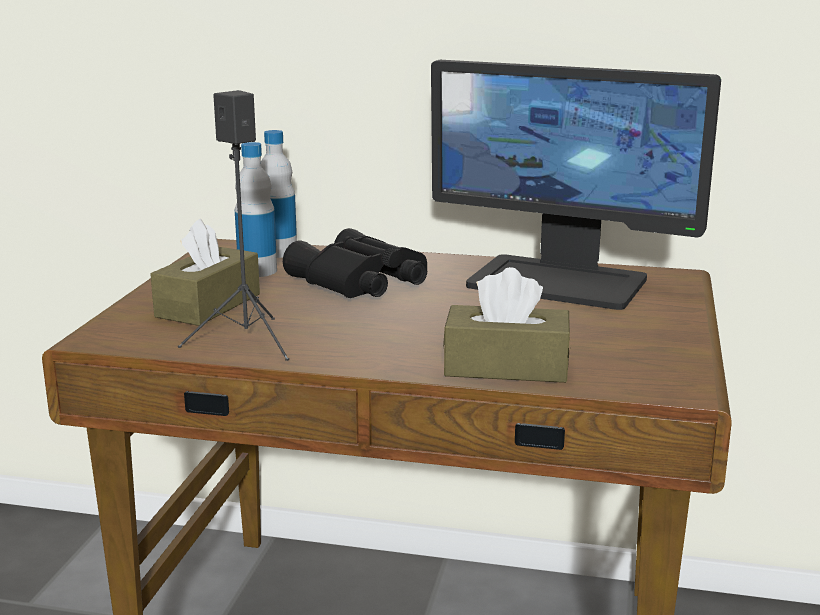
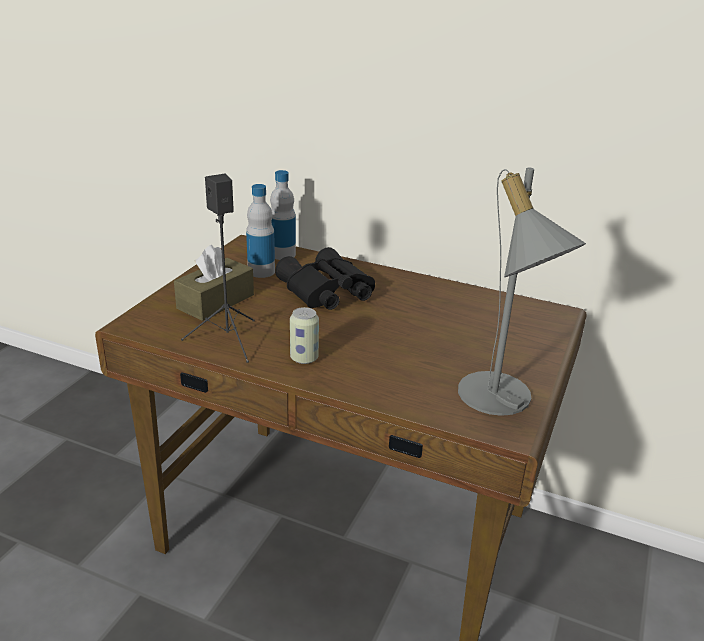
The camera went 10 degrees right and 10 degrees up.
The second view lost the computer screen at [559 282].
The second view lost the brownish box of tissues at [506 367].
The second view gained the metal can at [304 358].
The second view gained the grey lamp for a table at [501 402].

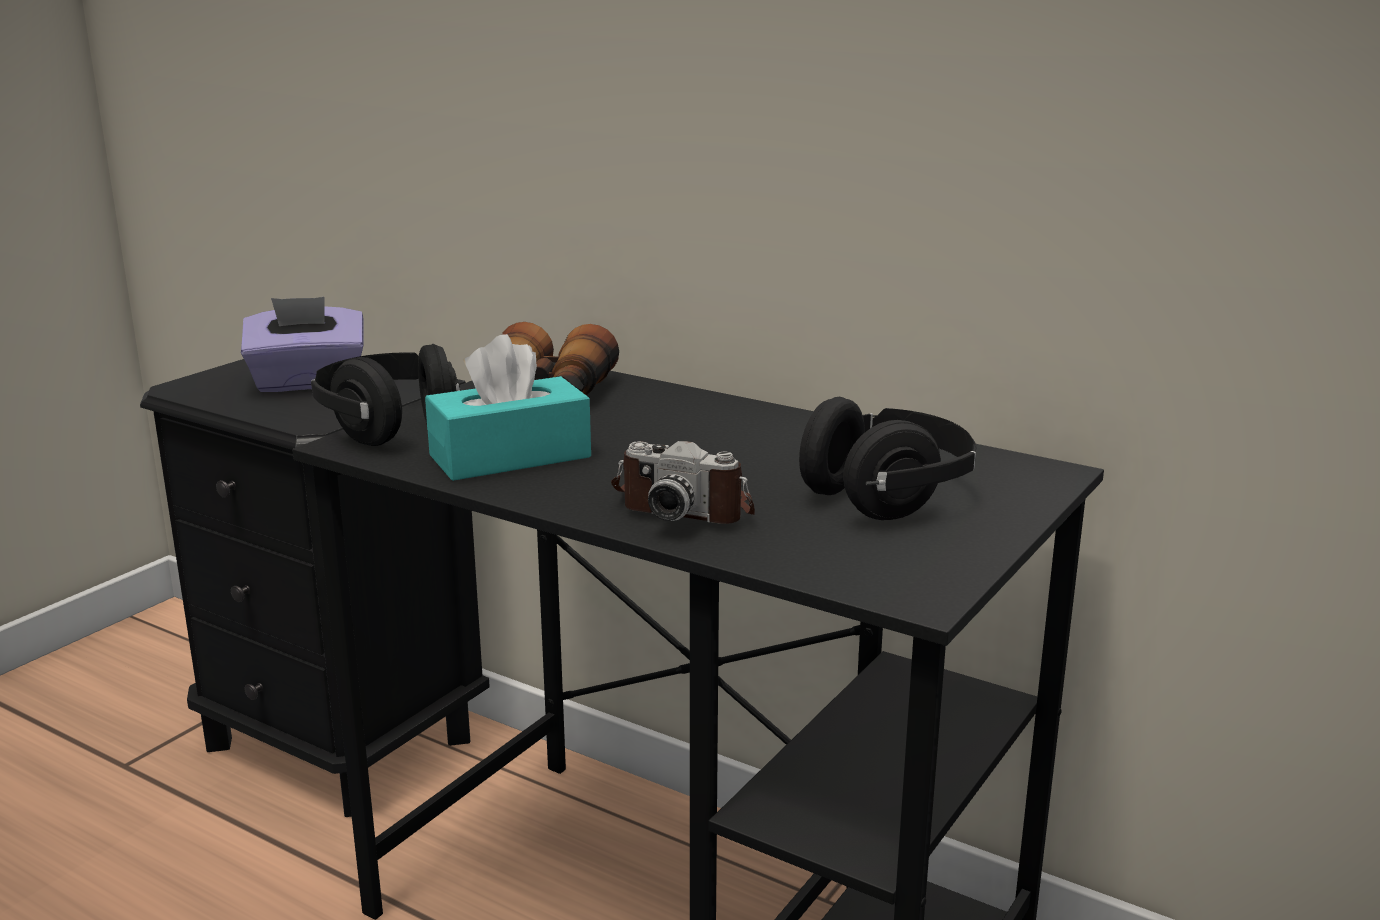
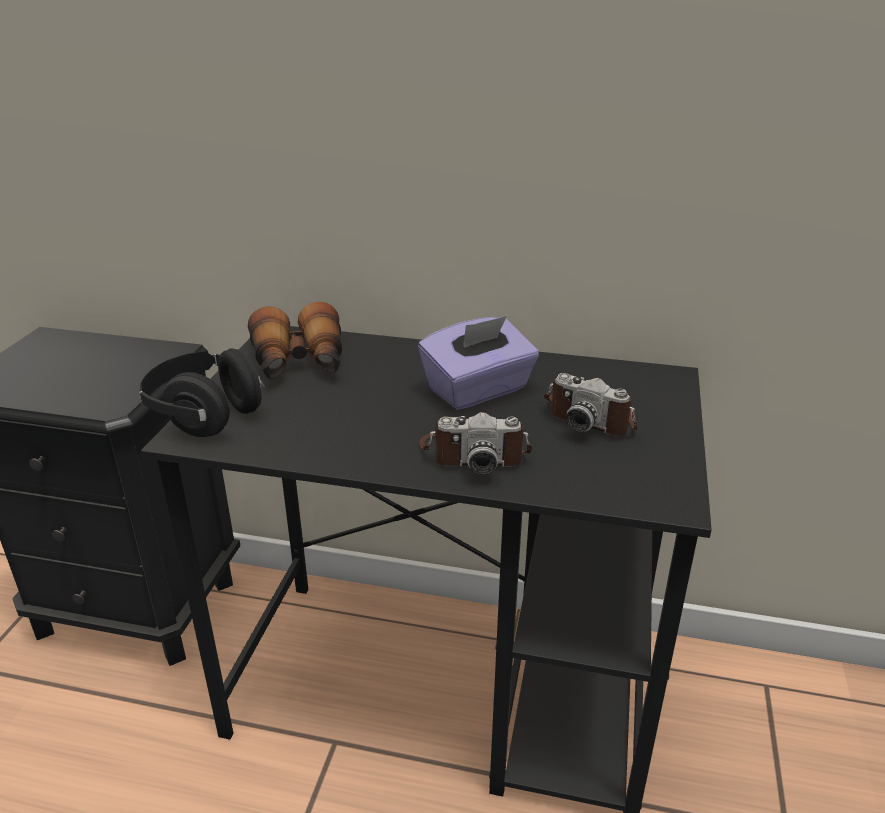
The camera went 20 degrees left and 10 degrees up.
The second view lost the blue-green box of tissues at [510 456].
The purplish box of tissues ended up elsewhere, having gone from [308 382] to [478 390].
Where the black-coloured headset stood at [886 496], the still camera came to stand at [592 417].

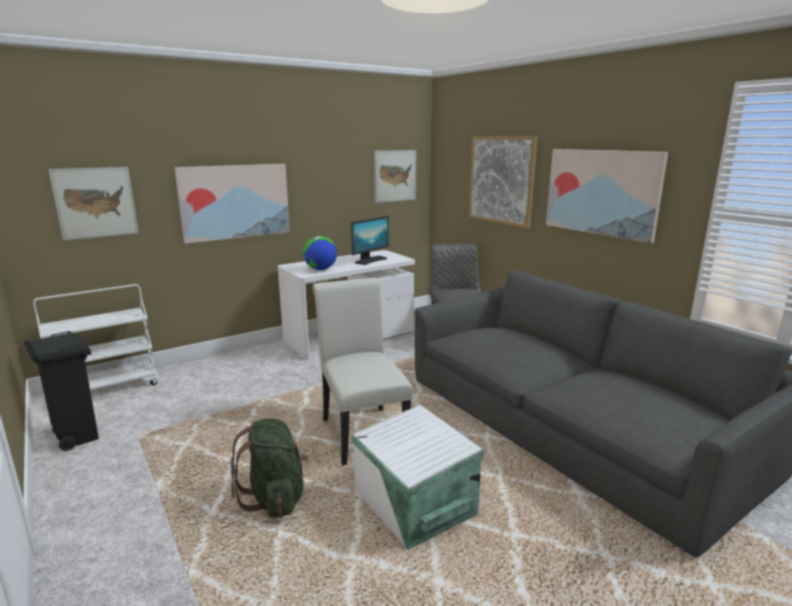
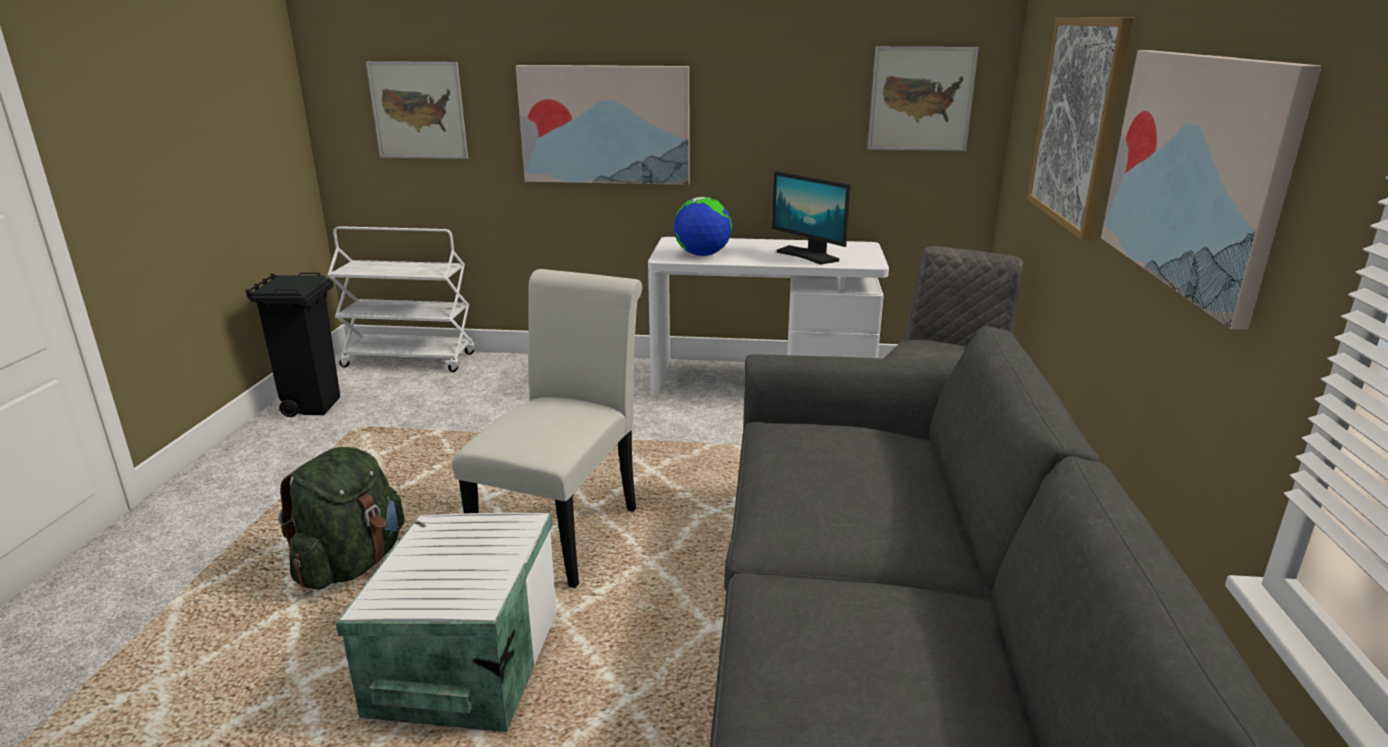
The camera went 40 degrees right and 5 degrees up.
The computer screen at [370 260] ended up facing another way, 60 degrees clockwise from before.

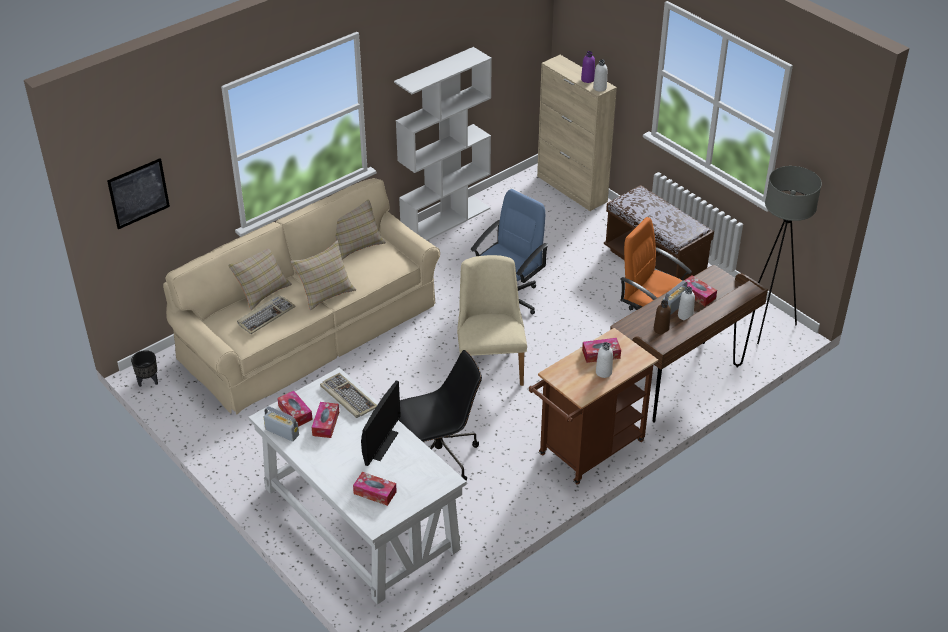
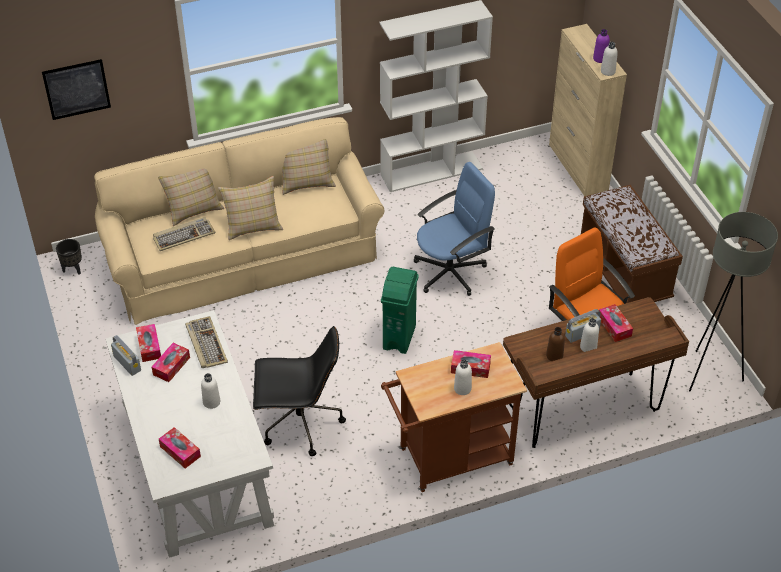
The camera went 20 degrees right and 5 degrees up.
Where the computer screen stood at [380 444], the whitish drink bottle came to stand at [211 402].
Where the sand-coloured plain chair stood at [490 363], the green-coloured rubbish bin came to stand at [399 337].

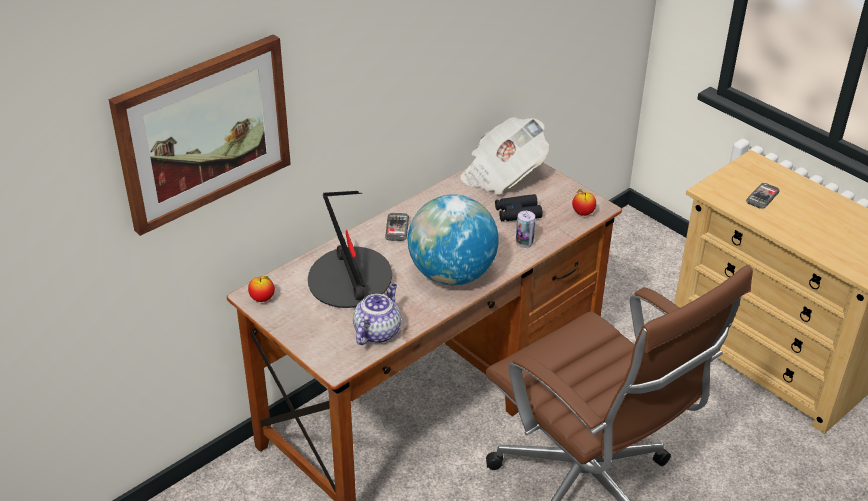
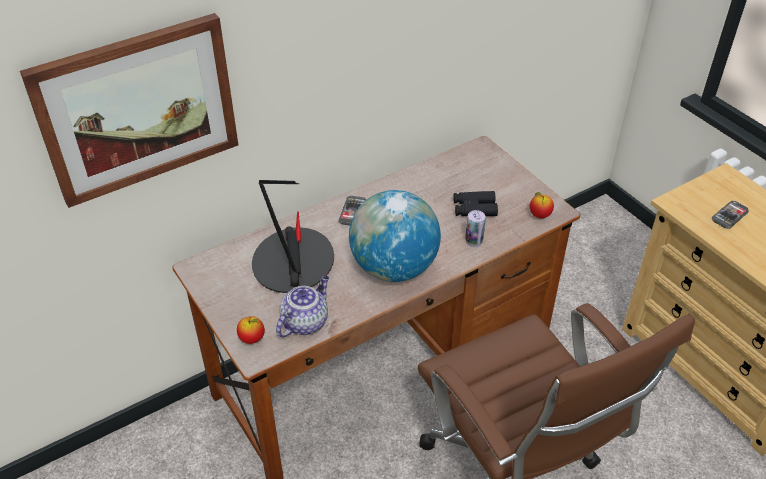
The camera went 10 degrees right and 5 degrees up.
The second view lost the daily paper at [502 174].
The apple fruit ended up elsewhere, having gone from [262 299] to [252 339].

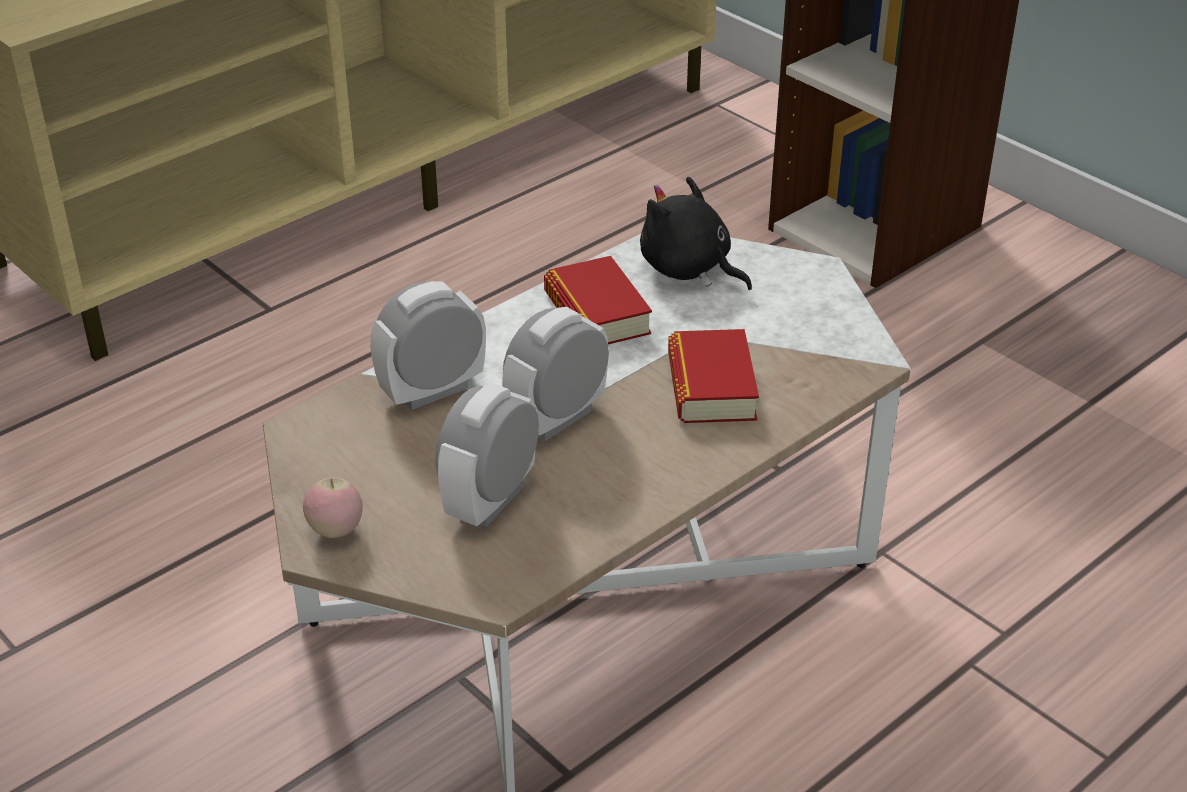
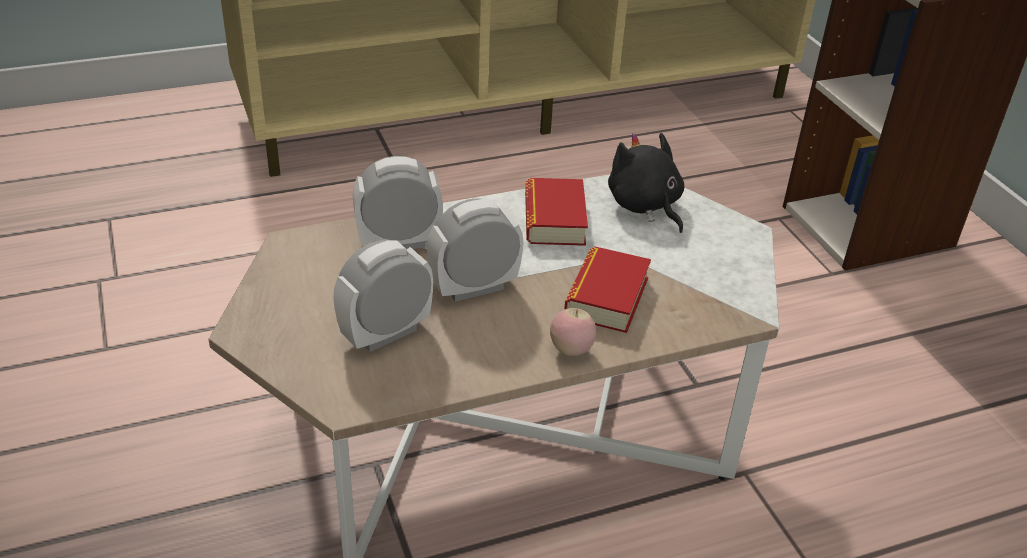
The camera went 20 degrees right and 0 degrees up.
The apple fruit ended up elsewhere, having gone from [336 531] to [571 350].

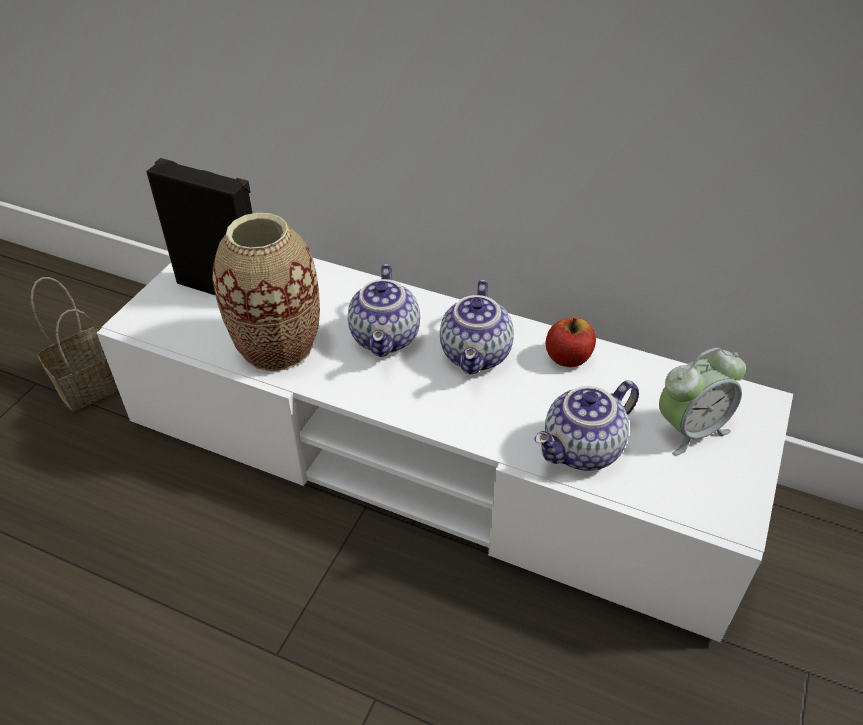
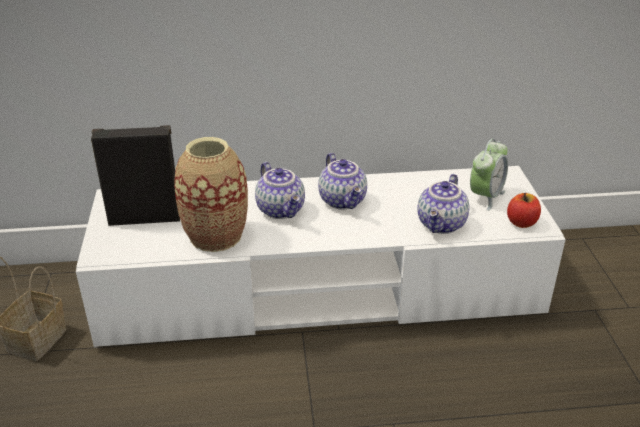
The camera went 30 degrees left and 10 degrees down.
The apple fruit ended up elsewhere, having gone from [568 358] to [521 222].

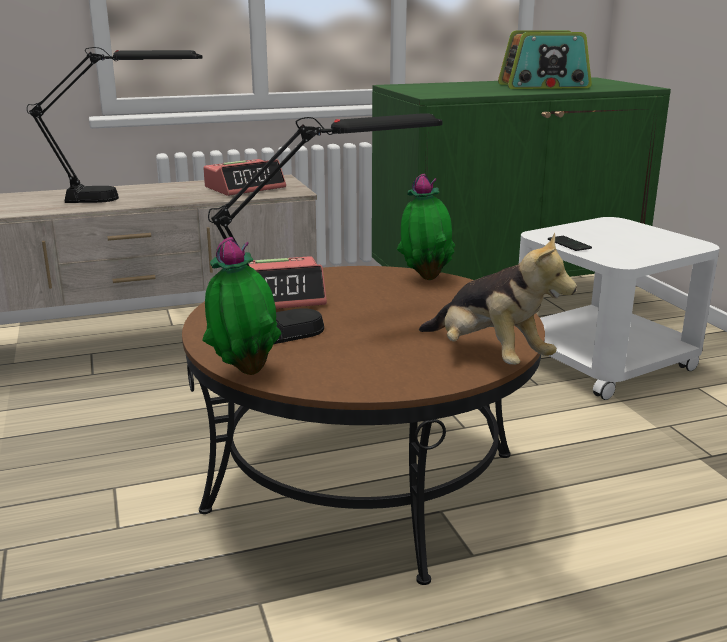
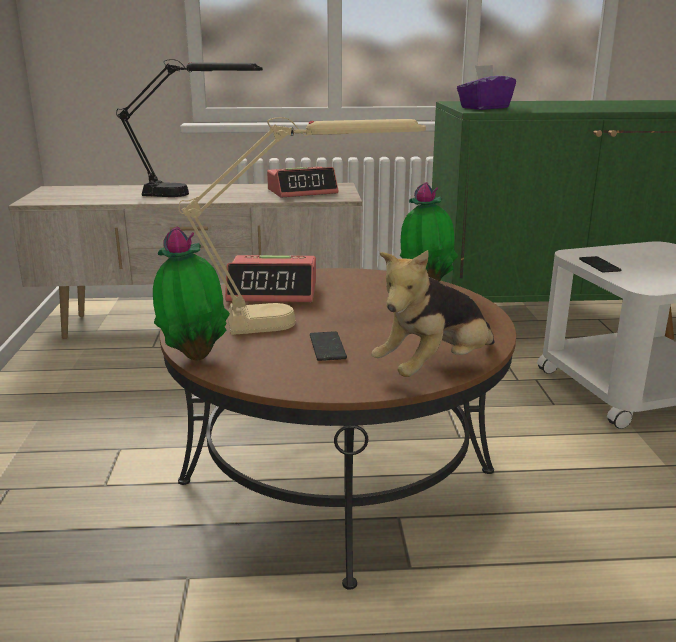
The camera went 15 degrees right and 0 degrees up.
The second view lost the radio set at [543 86].
The second view gained the phone at [327 347].
The second view gained the purplish box of tissues at [484 108].
What was the black-coloured lamp for a table at [332 323] turned into the sand-coloured lamp for a table at [306 320].
The plush toy at [488 357] ended up facing another way, 75 degrees clockwise from before.

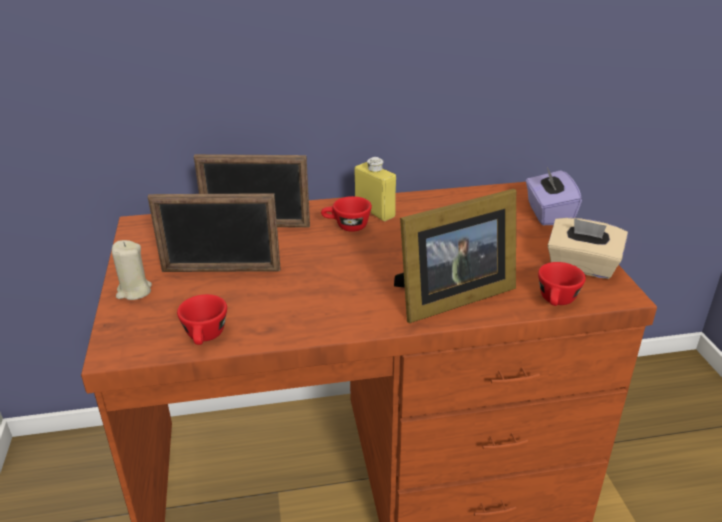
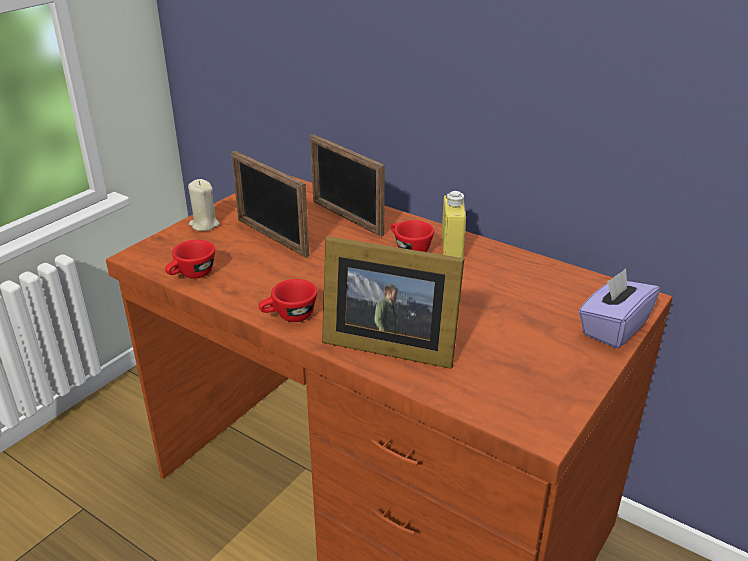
The camera went 45 degrees right and 0 degrees up.
The second view lost the sand-coloured box of tissues at [582 266].
The reddish drinking cup ended up elsewhere, having gone from [557 301] to [289 316].

